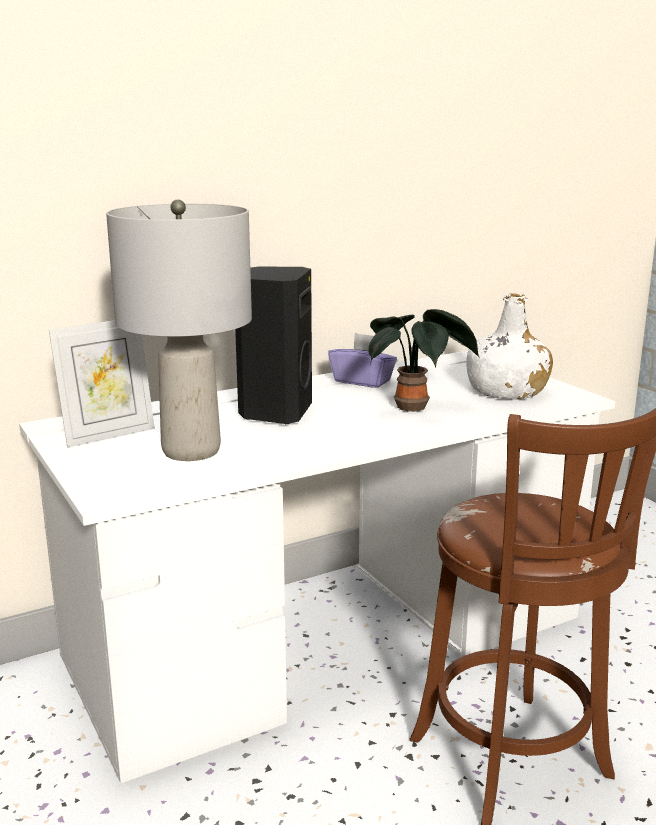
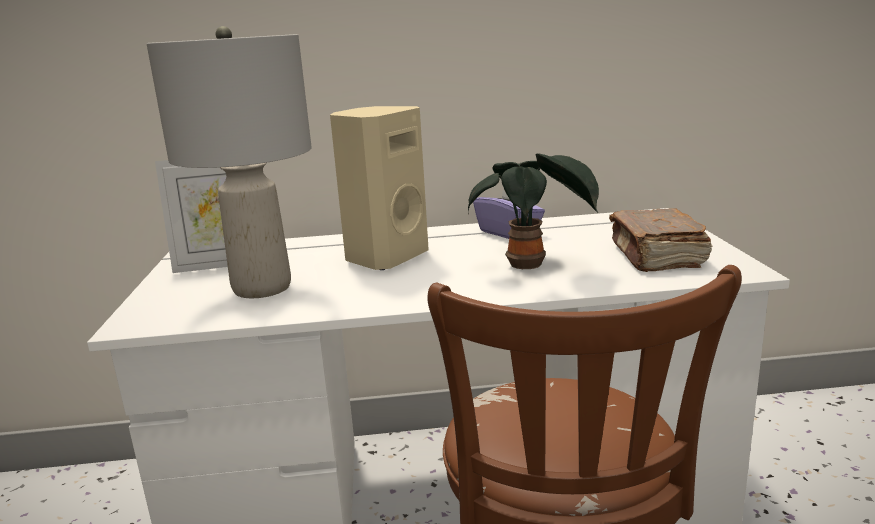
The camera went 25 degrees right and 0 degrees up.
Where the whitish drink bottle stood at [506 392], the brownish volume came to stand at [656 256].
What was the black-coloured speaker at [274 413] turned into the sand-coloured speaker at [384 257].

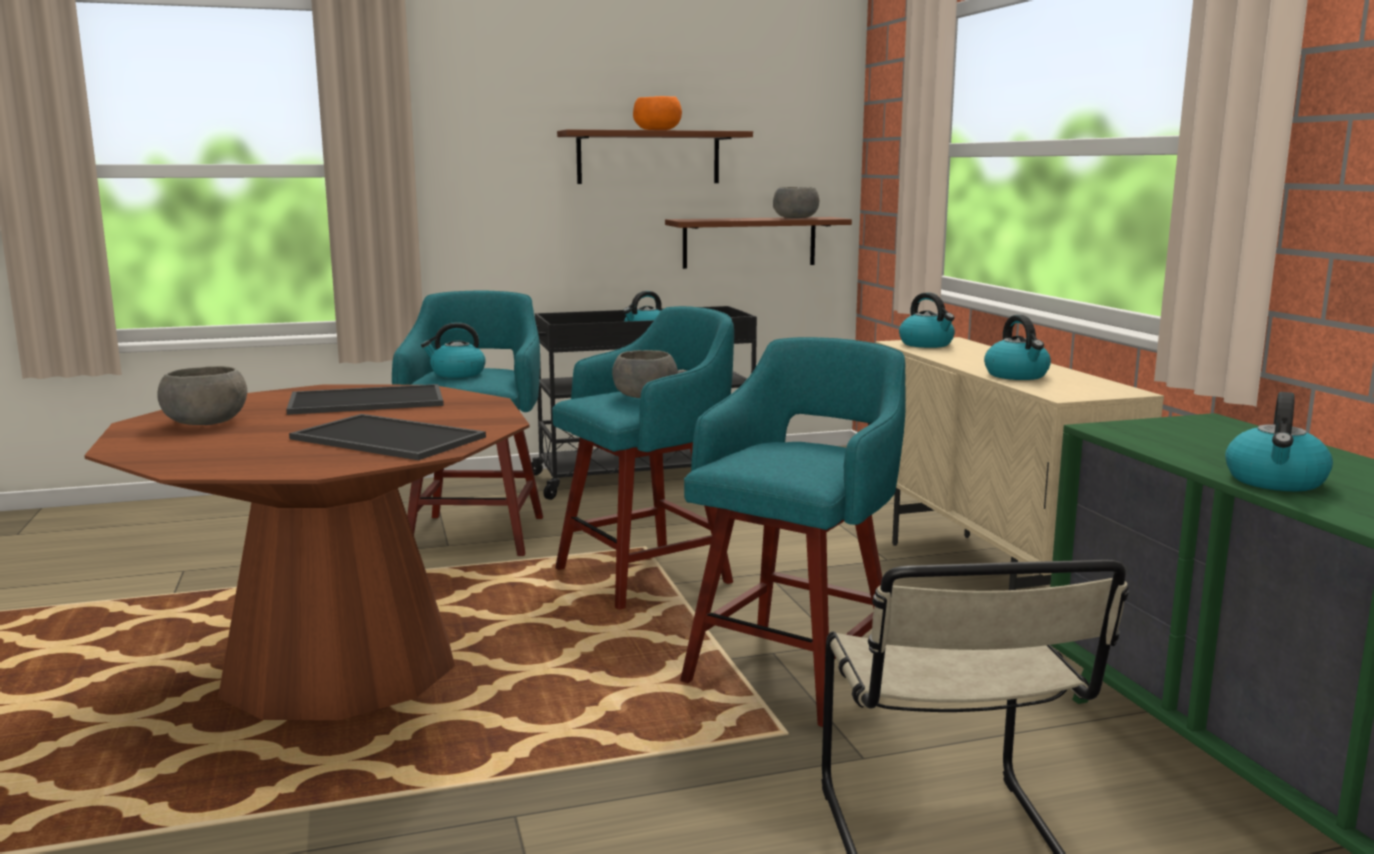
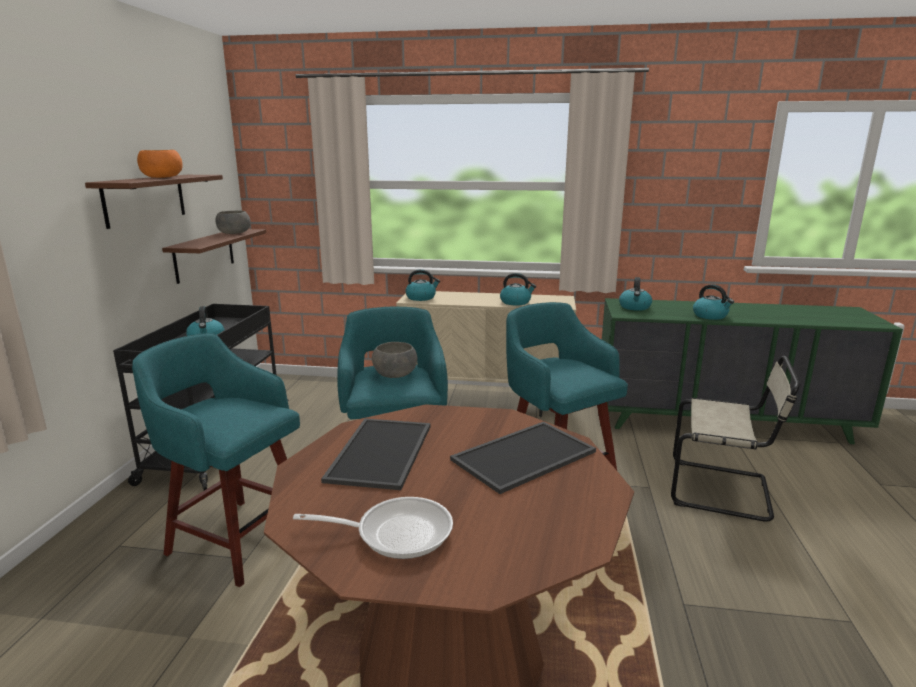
The camera went 65 degrees left and 5 degrees up.
The kettle ended up elsewhere, having gone from [457 374] to [635 307].
Where the grey serving bowl stood at [206 422], the frying pan came to stand at [396 532].

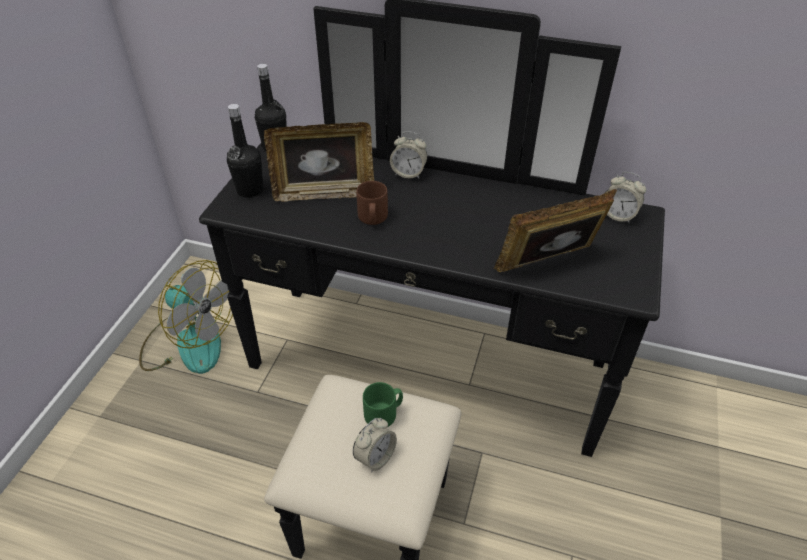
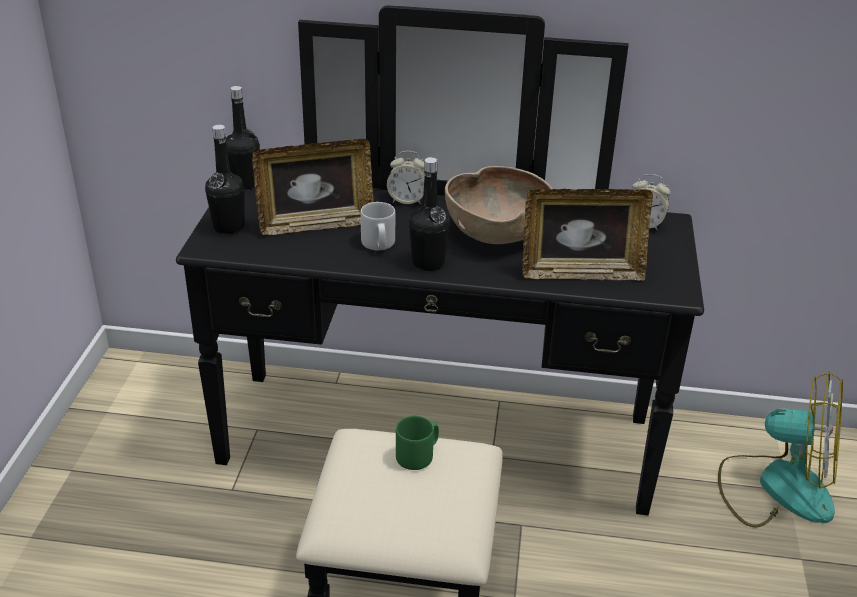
The camera went 10 degrees left and 10 degrees down.
The second view lost the alarm clock at [375 457].
The second view gained the black-coloured drink bottle at [428 263].
The second view gained the brownish serving bowl at [497 233].
The electric fan ended up elsewhere, having gone from [189 342] to [776 487].
What was the brownish mug at [372 218] turned into the grey mug at [378 244].
The standing frame at [548 265] ended up facing another way, 150 degrees counterclockwise from before.

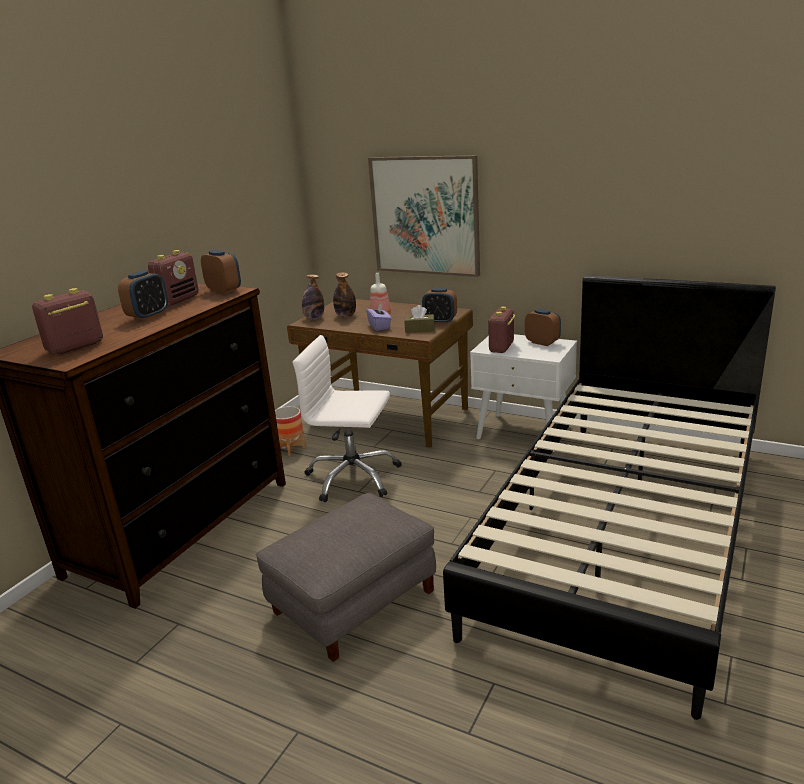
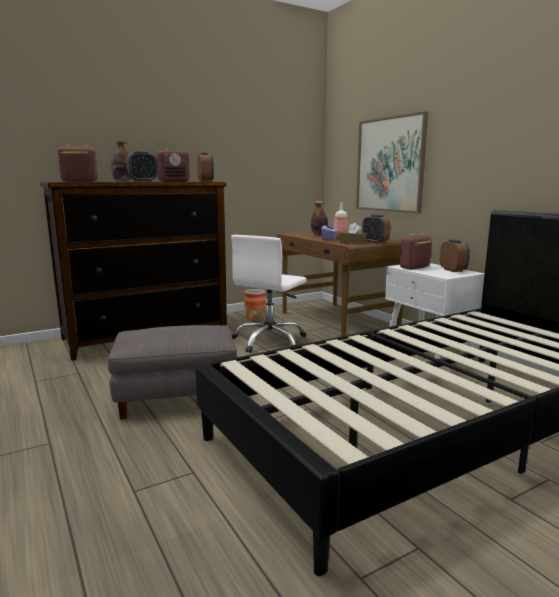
The camera went 30 degrees right and 10 degrees down.
The drink bottle ended up elsewhere, having gone from [314 318] to [122 181].
The whitish computer chair at [352 477] ended up facing another way, 105 degrees counterclockwise from before.

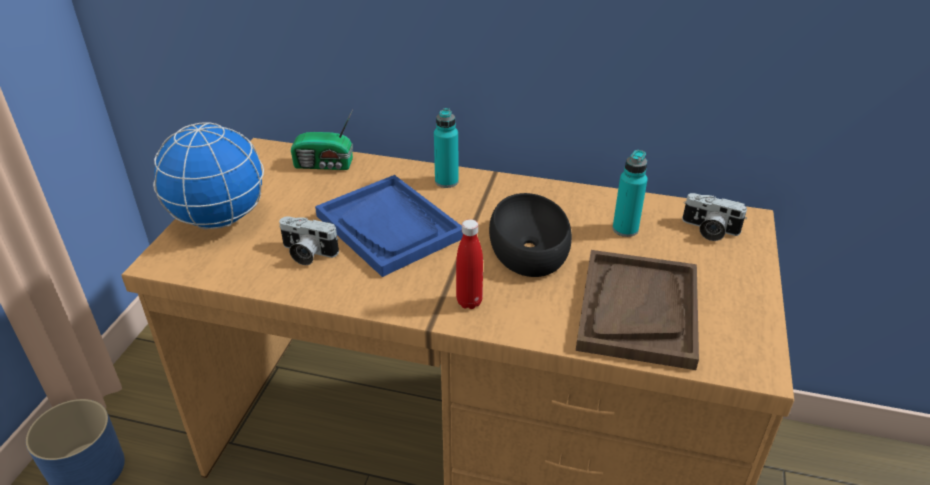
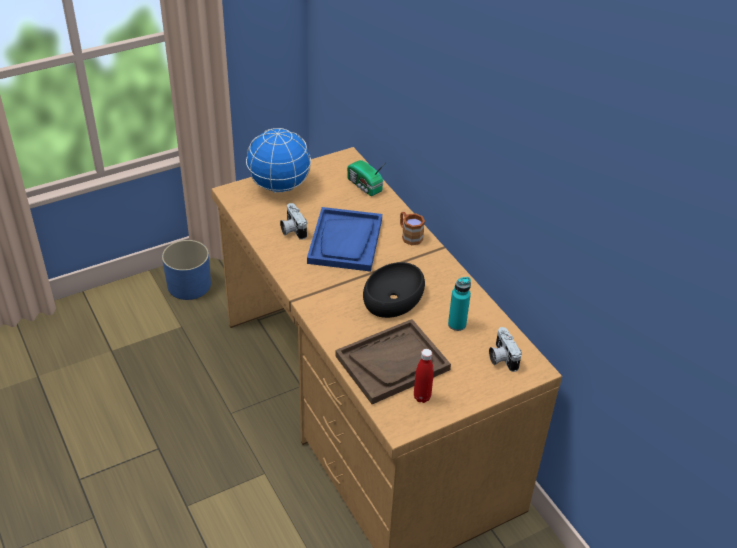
The camera went 45 degrees right and 5 degrees up.
The reddish drink bottle ended up elsewhere, having gone from [469 302] to [422 397].
Where the blue-green drink bottle stood at [446 181], the brownish mug came to stand at [409 235].

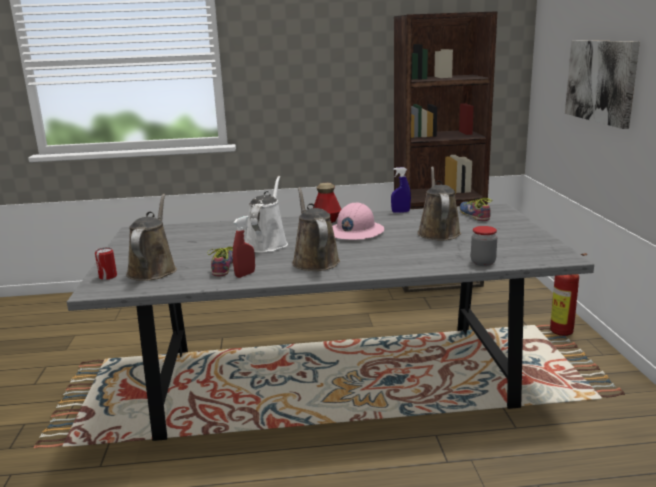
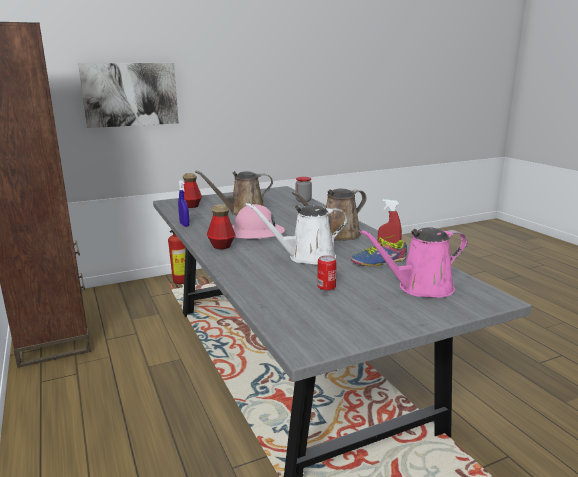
The camera went 110 degrees left and 0 degrees up.
The metal can ended up elsewhere, having gone from [108 277] to [326 287].
Where the low shoe stood at [475 214], the drink bottle came to stand at [191 206].
What was the brownish watering can at [153 269] turned into the pink watering can at [420 288].

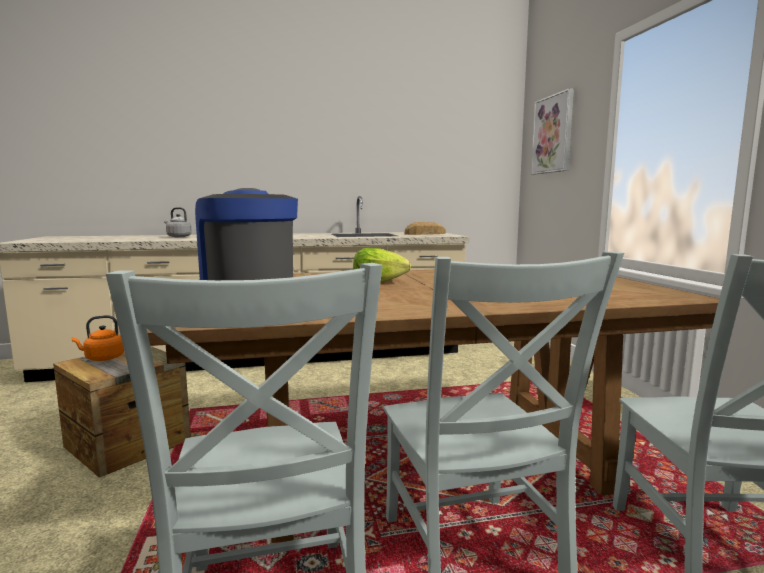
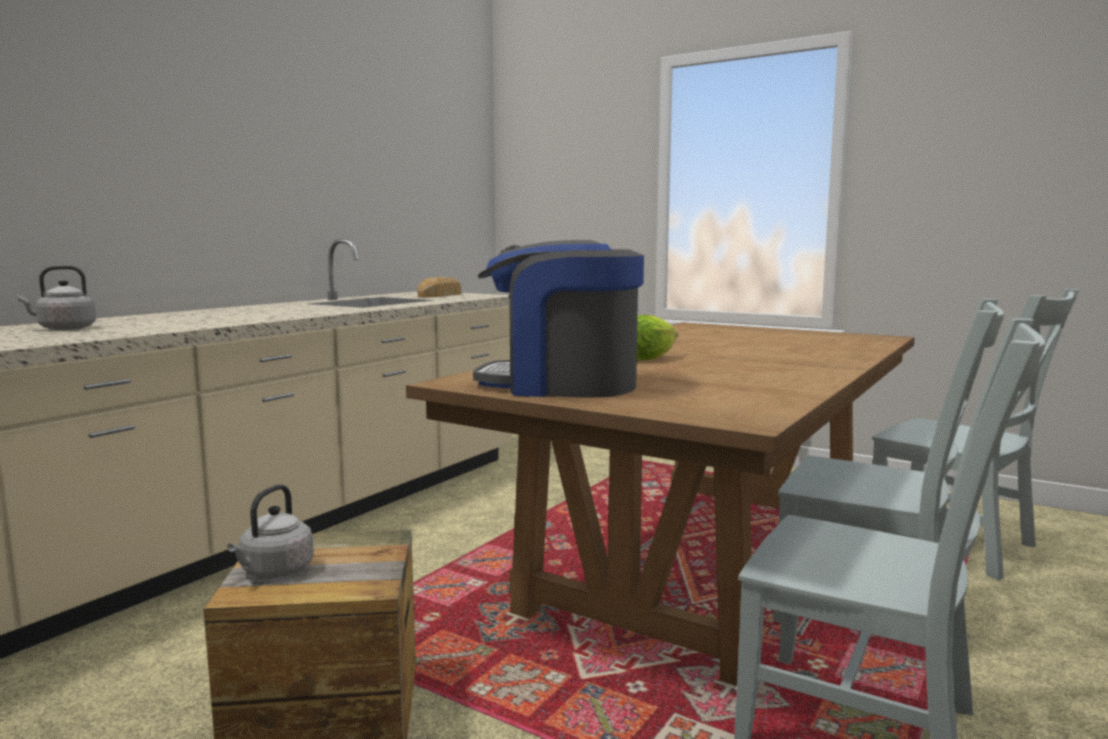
The camera went 45 degrees left and 0 degrees up.
The second view lost the wall picture at [553 134].
What was the orange-coloured kettle at [102 358] turned into the grey kettle at [274 571].

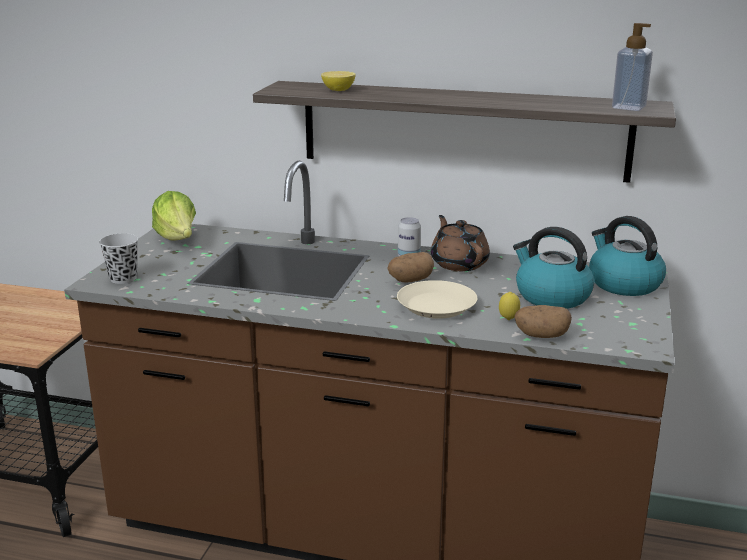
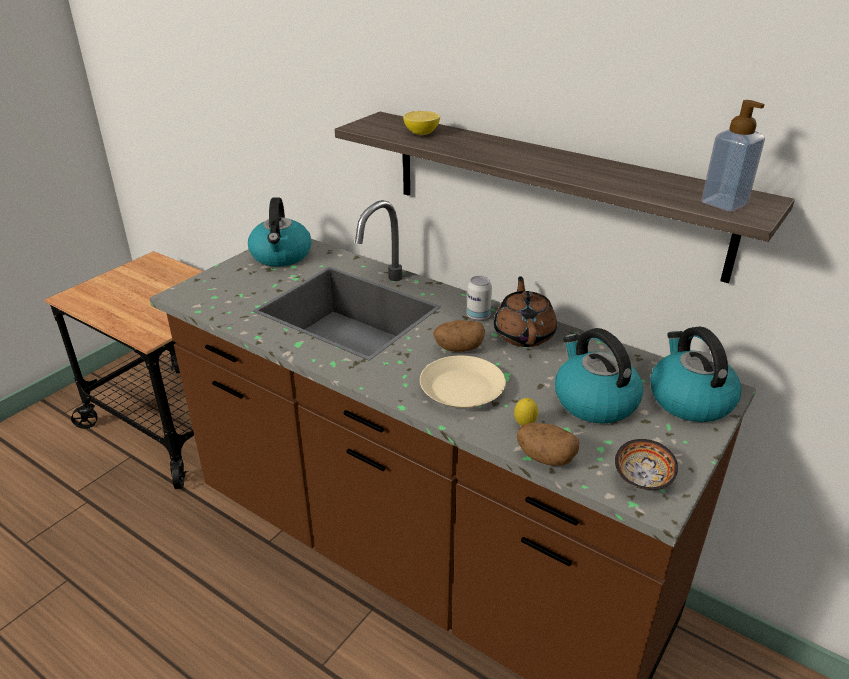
The camera went 20 degrees right and 10 degrees up.
The second view lost the black-coloured drinking cup at [123 278].
The second view gained the serving bowl at [643 478].
Where the head of lettuce stood at [178 240], the kettle came to stand at [281 256].

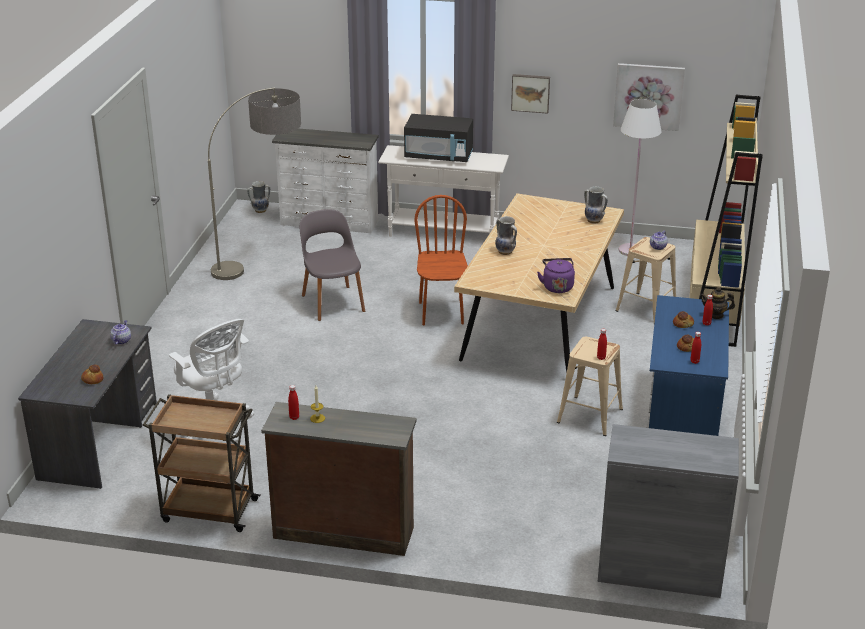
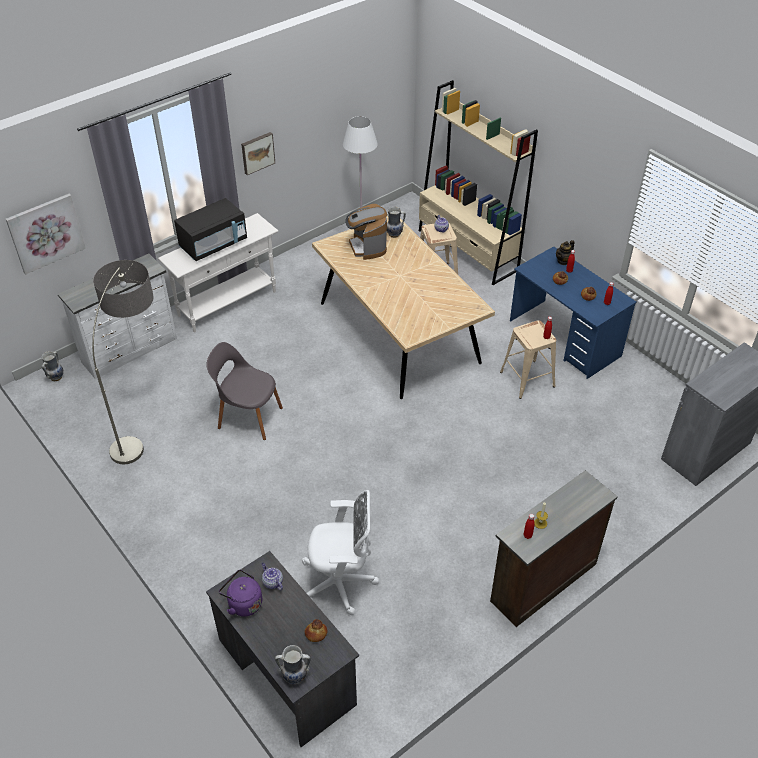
The camera went 50 degrees left and 15 degrees up.
The second view lost the brownish wheeled cart at [208 510].
The second view lost the brownish plain chair at [441 313].
The second view gained the coffee brewer at [367 247].
The flower vase ended up elsewhere, having gone from [505 251] to [295 675].
The purplish kettle ended up elsewhere, having gone from [557 286] to [243 603].
The wall picture ended up elsewhere, having gone from [648 96] to [45 232].

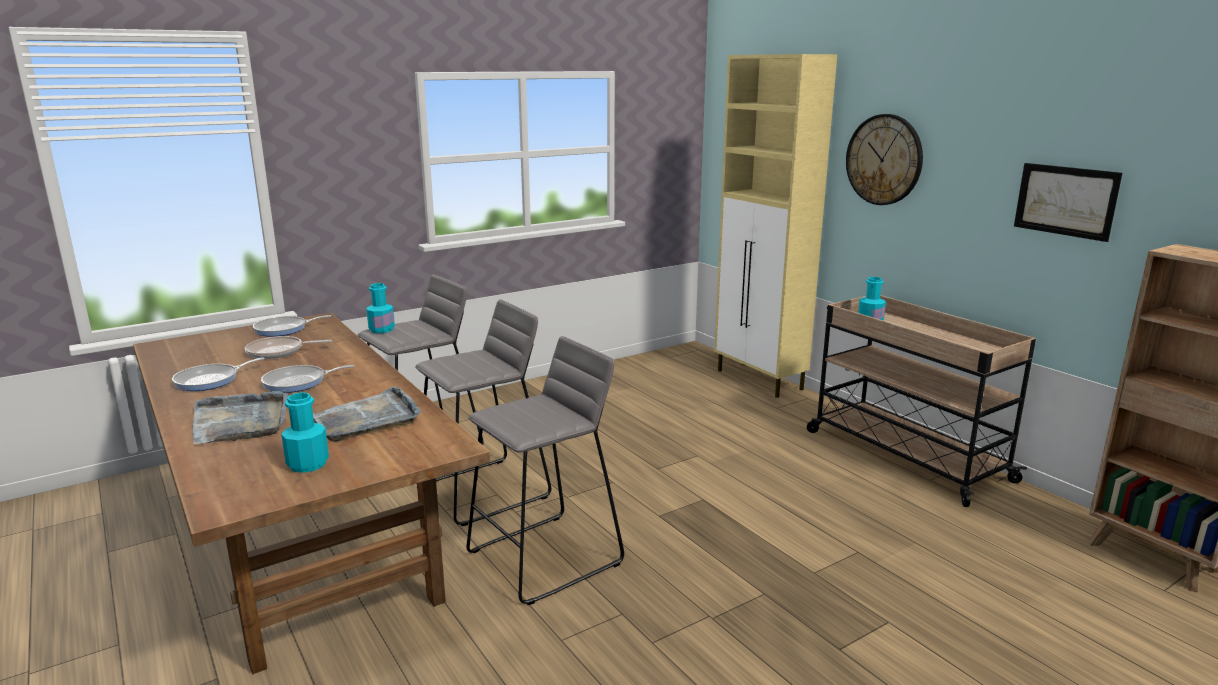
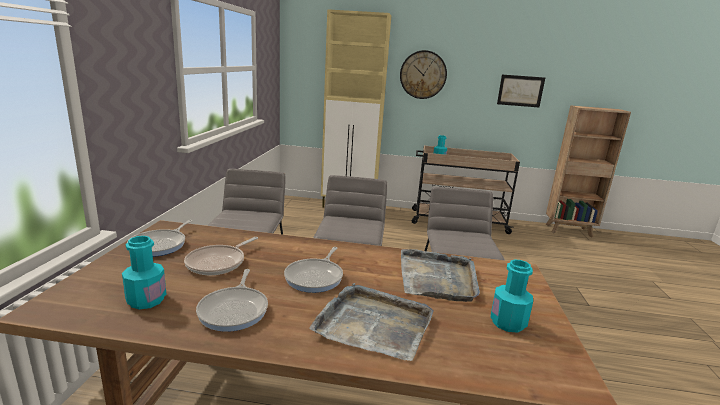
The camera went 50 degrees left and 0 degrees up.
The blue-green drink bottle ended up elsewhere, having gone from [381 329] to [146 300].

